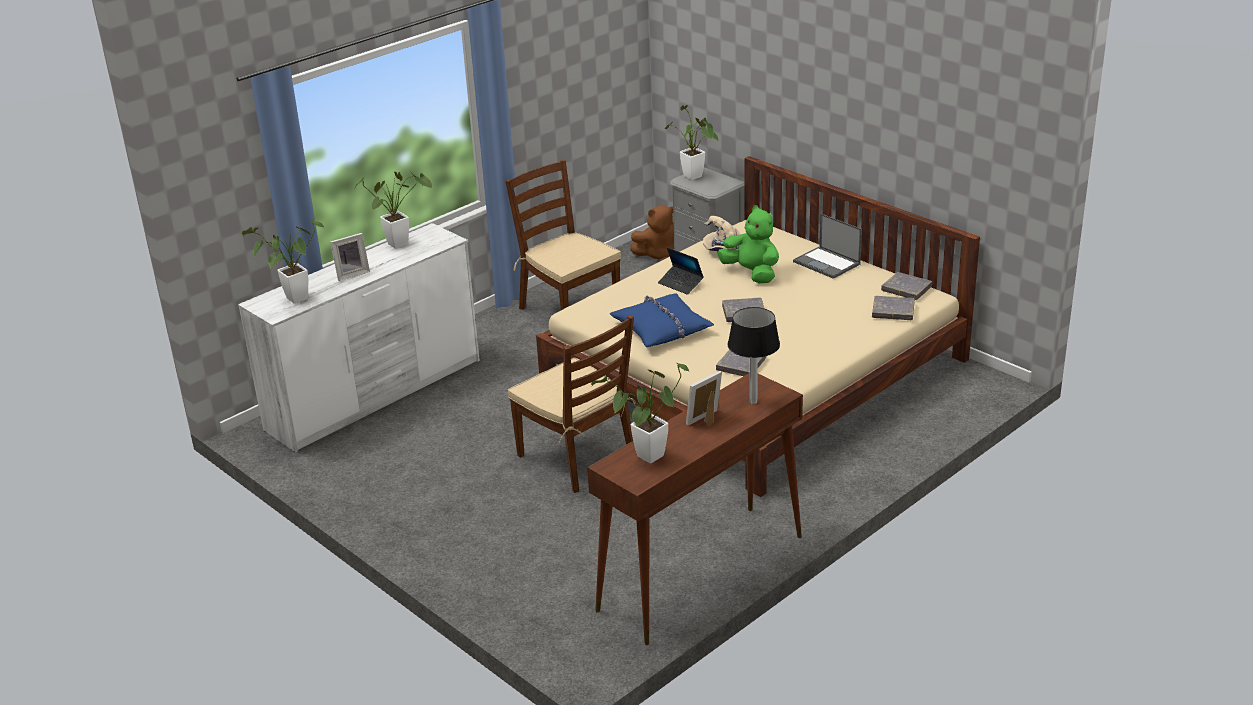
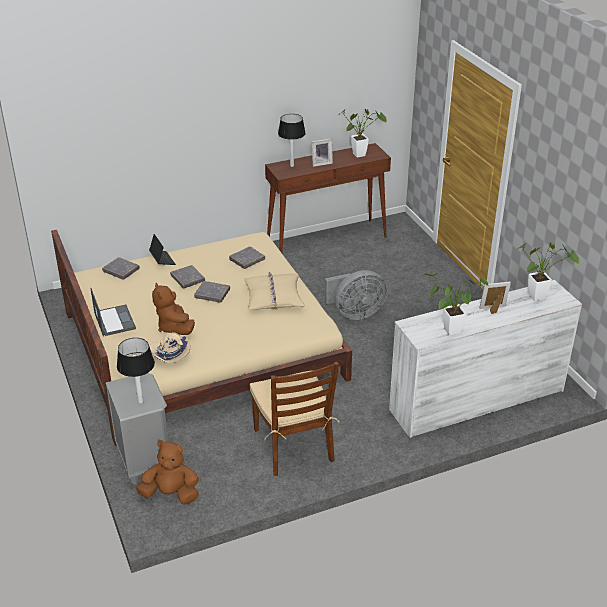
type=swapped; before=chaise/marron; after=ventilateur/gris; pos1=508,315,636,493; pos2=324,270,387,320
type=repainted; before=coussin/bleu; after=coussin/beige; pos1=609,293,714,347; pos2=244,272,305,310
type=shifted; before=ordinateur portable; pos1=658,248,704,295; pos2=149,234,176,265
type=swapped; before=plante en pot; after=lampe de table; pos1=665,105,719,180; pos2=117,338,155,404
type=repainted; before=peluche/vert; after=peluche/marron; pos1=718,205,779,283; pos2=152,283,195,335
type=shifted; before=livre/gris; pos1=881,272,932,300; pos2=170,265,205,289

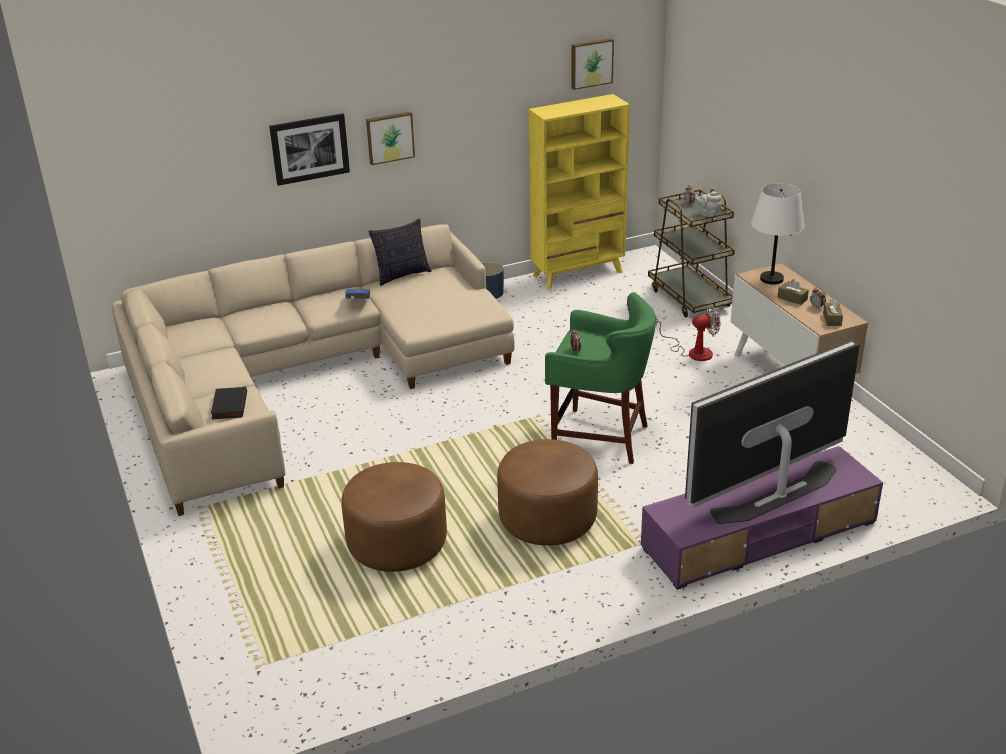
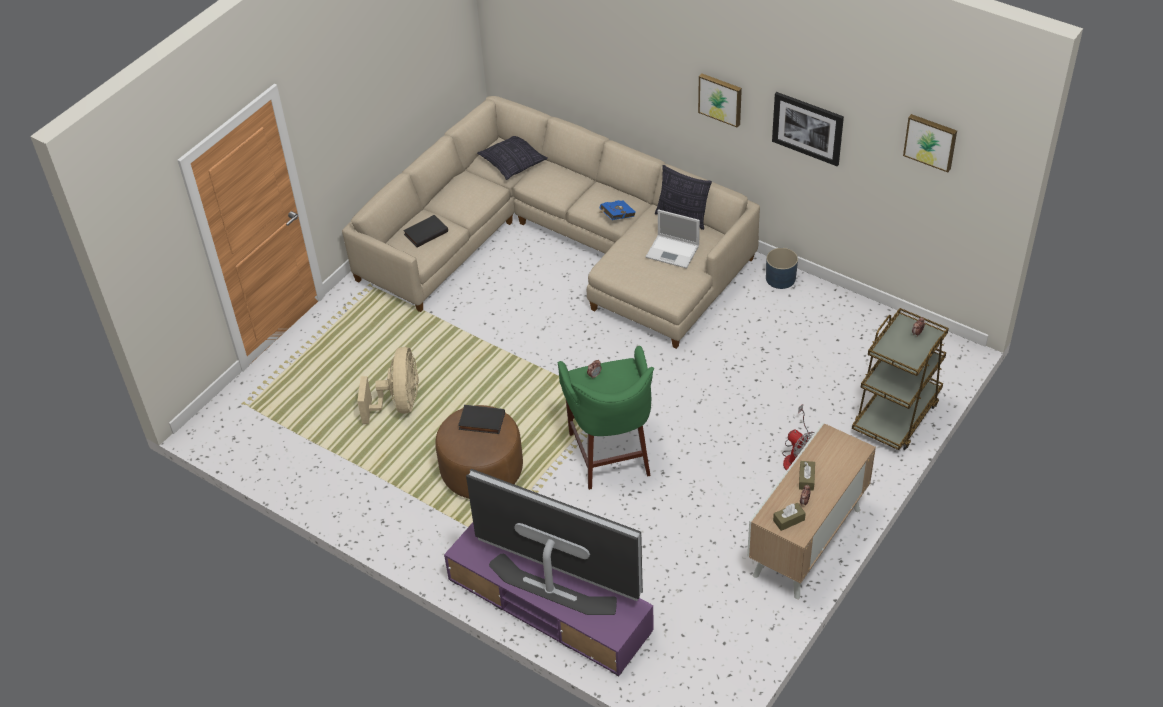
type=shifted; before=tableau; pos1=269,113,350,186; pos2=772,92,844,166
type=swapped; before=pouf/marron; after=ventilateur/beige; pos1=341,462,447,572; pos2=357,347,419,424
type=gone; before=bibliothèque/jaune; pos1=529,94,630,290
type=gone; before=théière/gris; pos1=695,191,722,218
type=gone; before=lampe de table/blanc; pos1=751,183,804,285
type=new; after=livre/noir; pos2=458,405,505,434
type=new; after=coussin; pos2=477,136,548,180
type=new; after=ordinateur portable; pos2=646,209,700,269

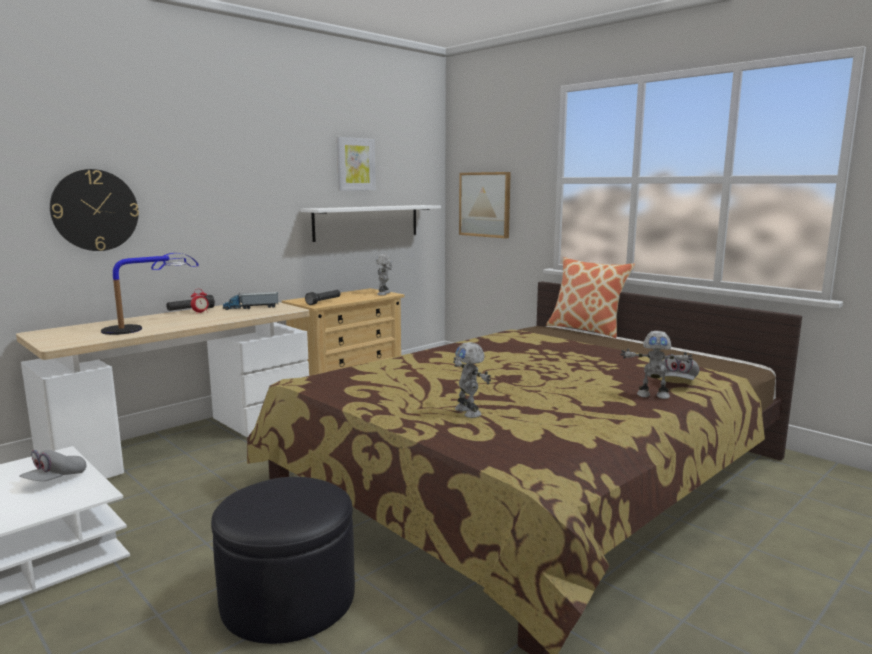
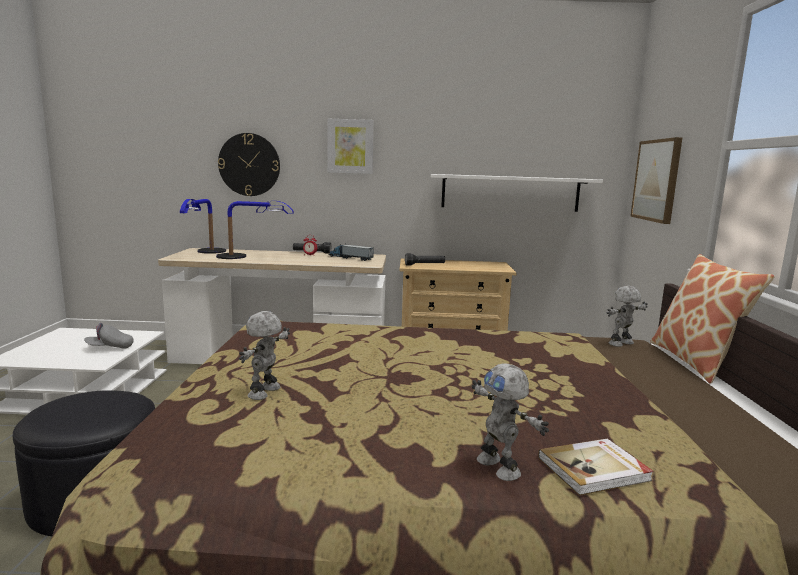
type=shifted; before=tableau; pos1=337,137,376,191; pos2=327,119,374,174
type=shifted; before=robot jouet; pos1=376,254,392,296; pos2=607,286,648,347
type=swapped; before=casquette/gris; after=livre; pos1=662,354,699,380; pos2=538,439,654,496
type=new; after=lampe de table; pos2=180,199,226,254

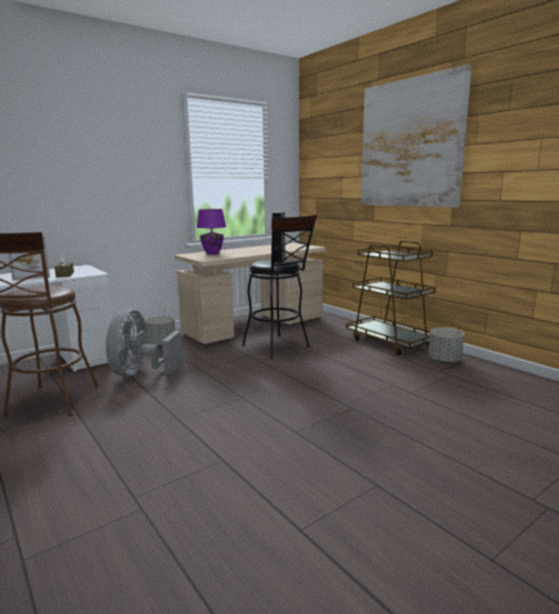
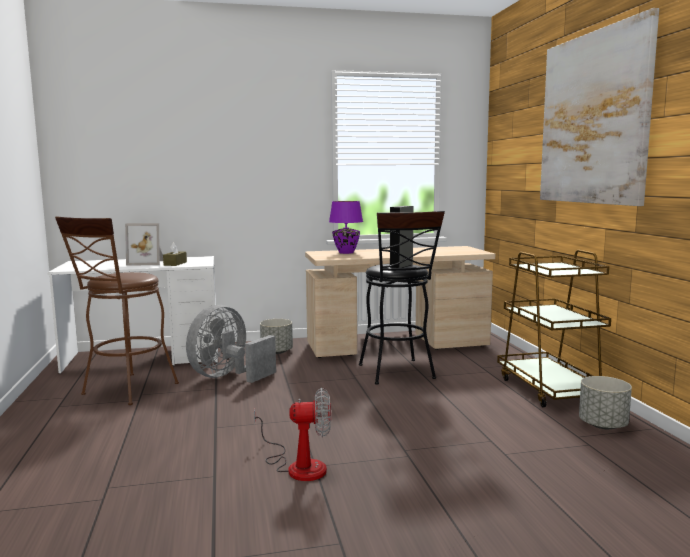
type=new; after=ventilateur; pos2=254,388,331,481

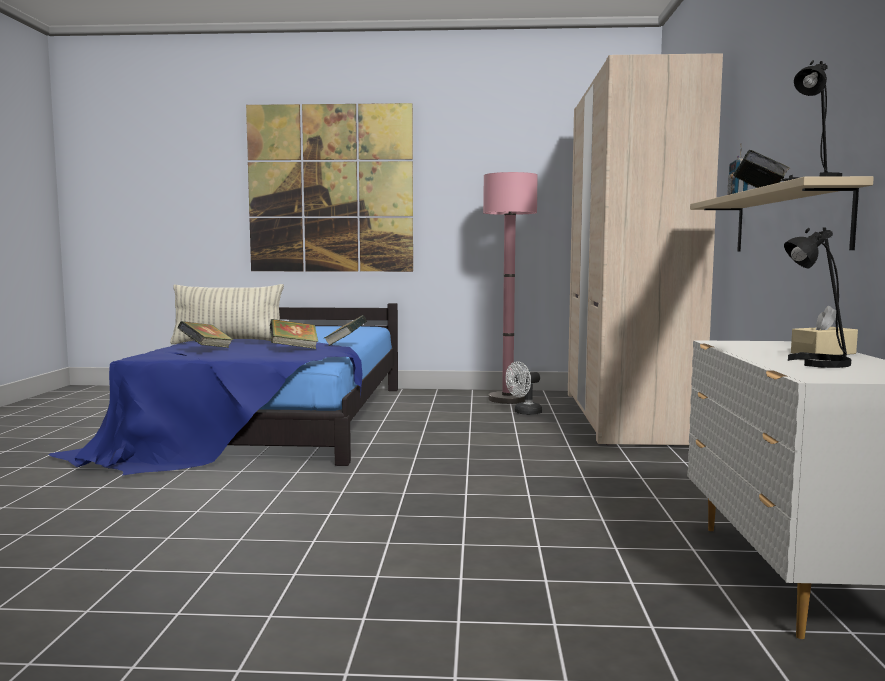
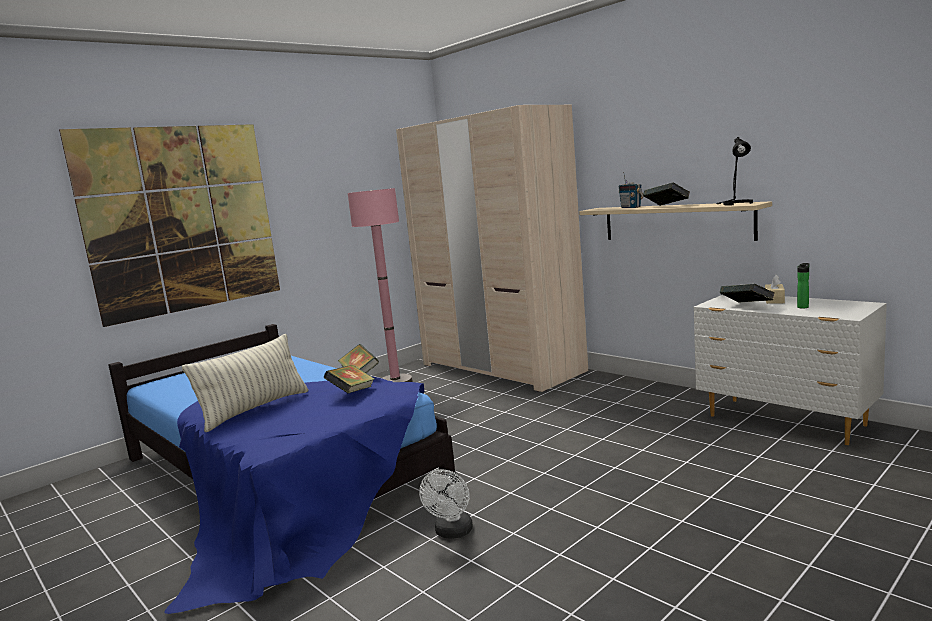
type=shifted; before=livre; pos1=178,321,233,348; pos2=720,284,774,303
type=shifted; before=ventilateur/blanc; pos1=506,361,542,415; pos2=419,469,473,539
type=swapped; before=lampe de table/noir; after=bouteille; pos1=784,228,851,368; pos2=797,263,810,309

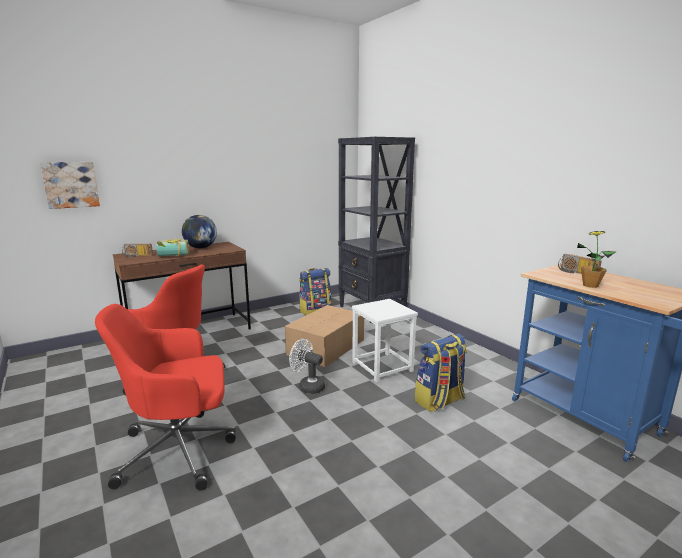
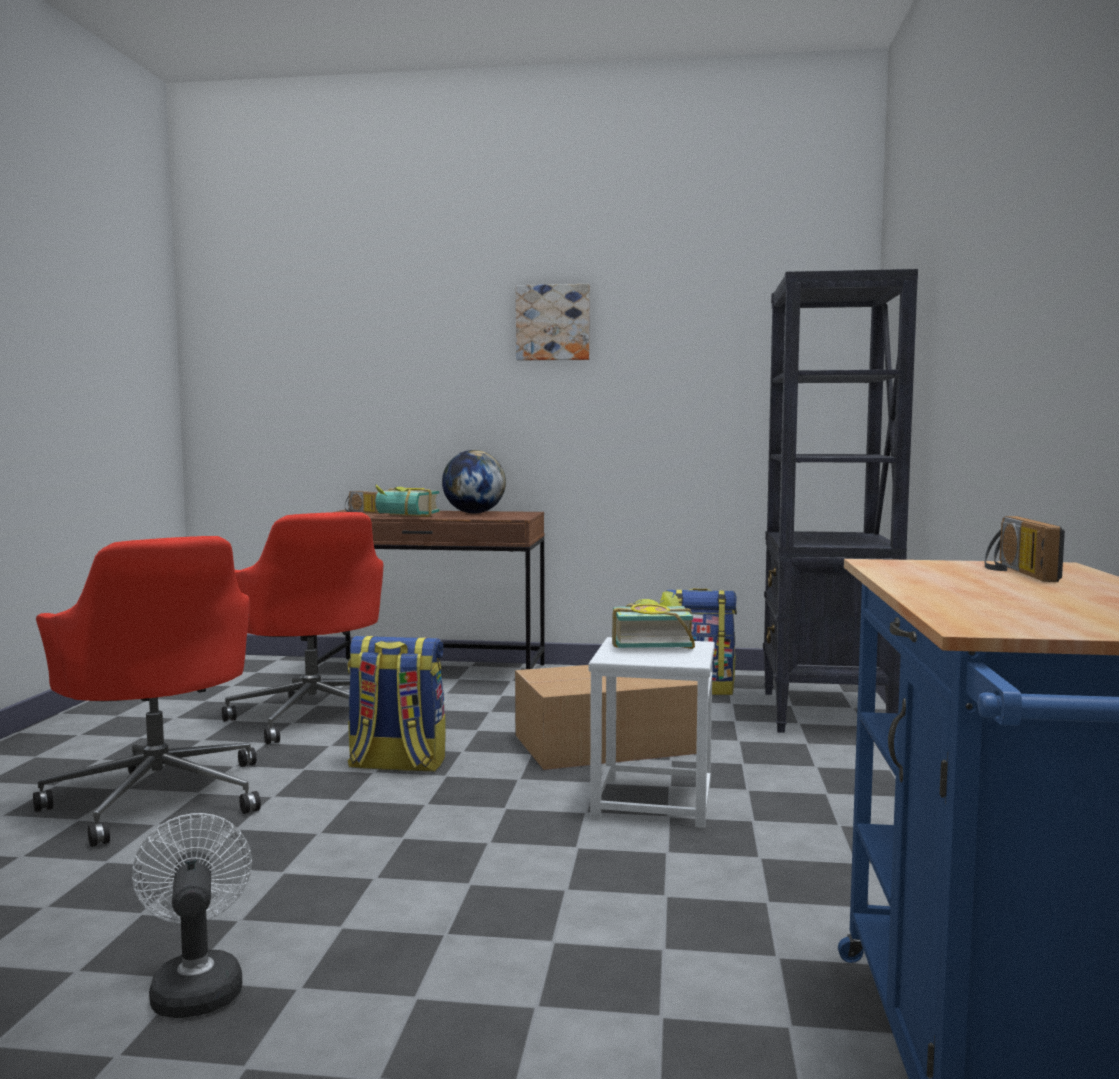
type=shifted; before=tableau; pos1=40,162,100,209; pos2=516,284,590,360
type=rotated; before=chaise de bureau/rouge; pos1=95,304,236,490; pos2=33,536,261,847; turn=-150
type=shifted; before=ventilateur/blanc; pos1=289,338,325,394; pos2=132,813,252,1018
type=shifted; before=sac à dos; pos1=415,334,467,412; pos2=348,636,446,771
type=gone; before=plante en pot; pos1=577,231,617,288
type=new; after=livre; pos2=612,591,695,649

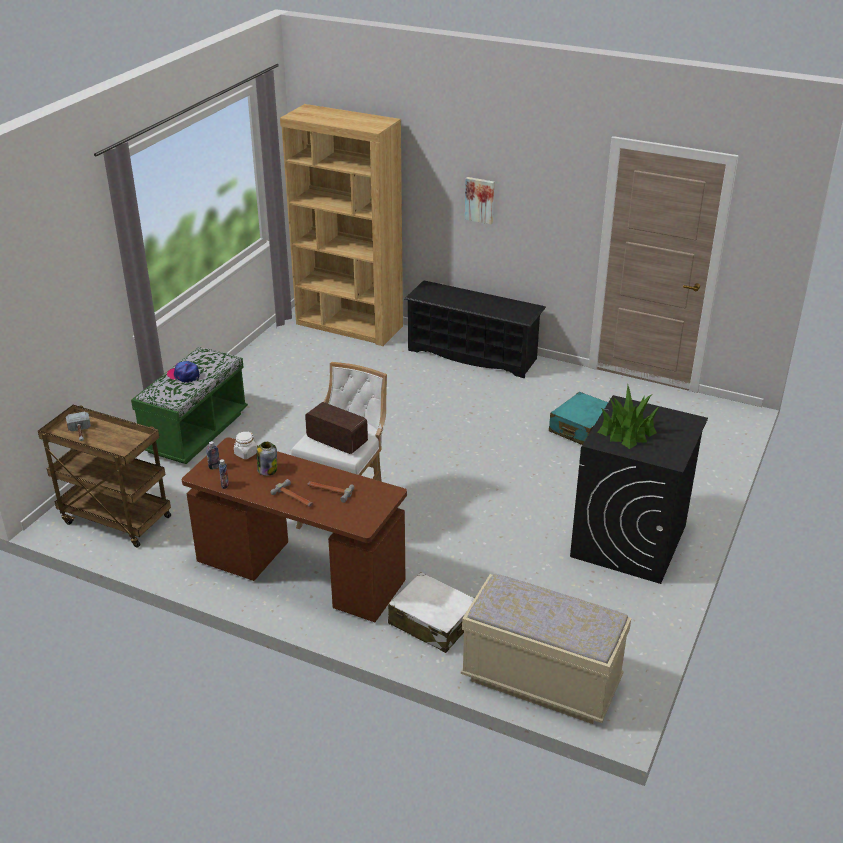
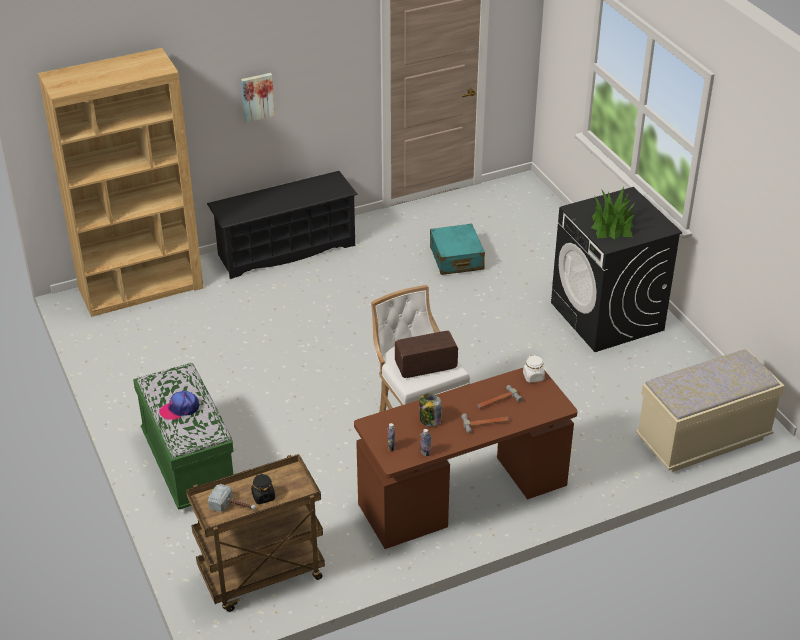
type=shifted; before=bocal/blanc; pos1=234,431,257,459; pos2=523,355,545,383
type=gone; before=valise/blanc; pos1=388,572,475,653
type=new; after=bocal/noir; pos2=251,473,275,504

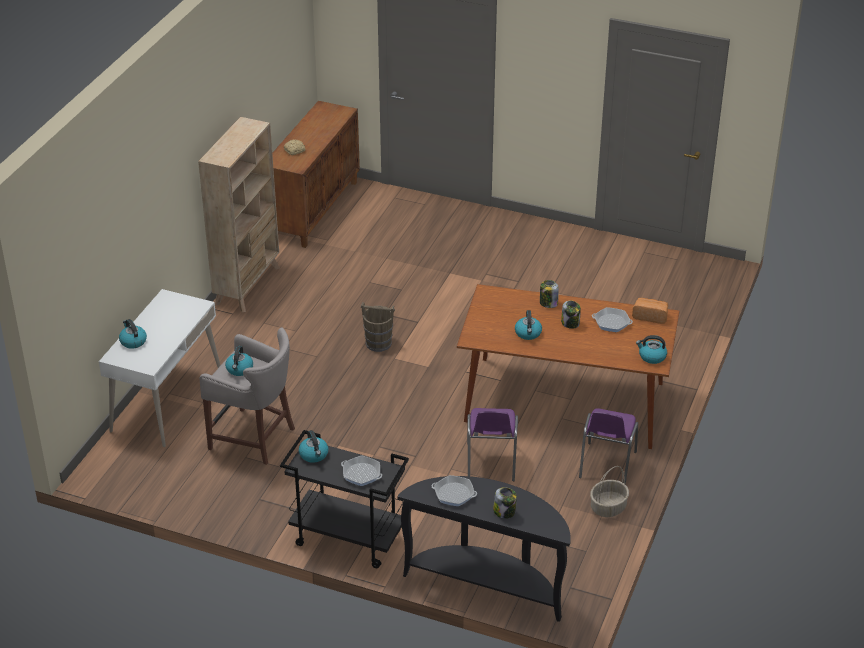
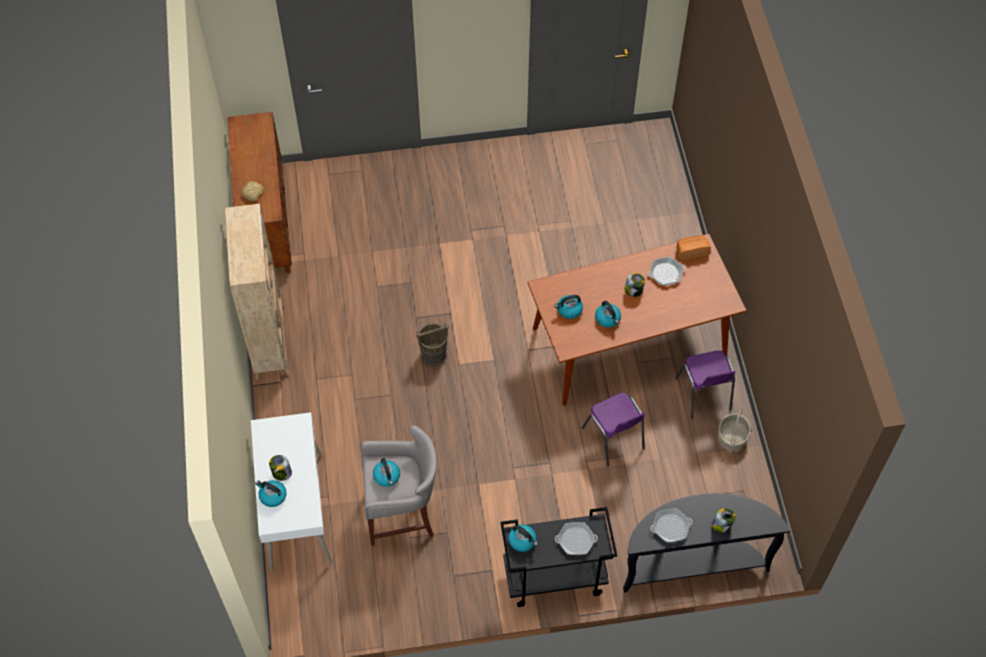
type=shifted; before=bocal; pos1=540,280,559,308; pos2=269,455,292,481
type=shifted; before=bouilloire; pos1=636,335,667,364; pos2=554,295,583,319

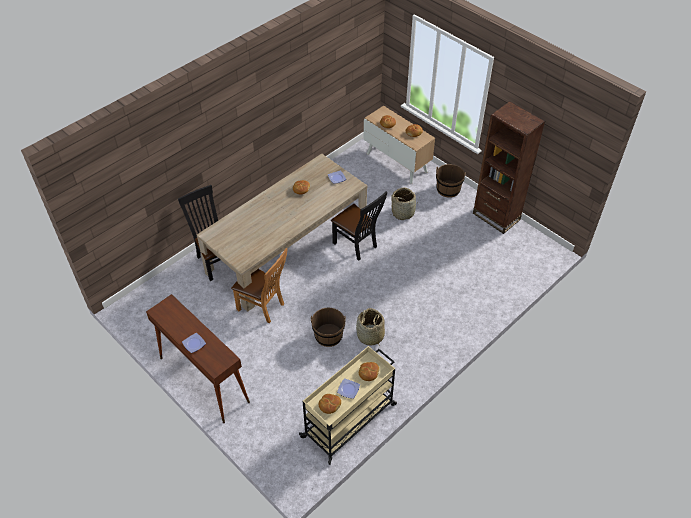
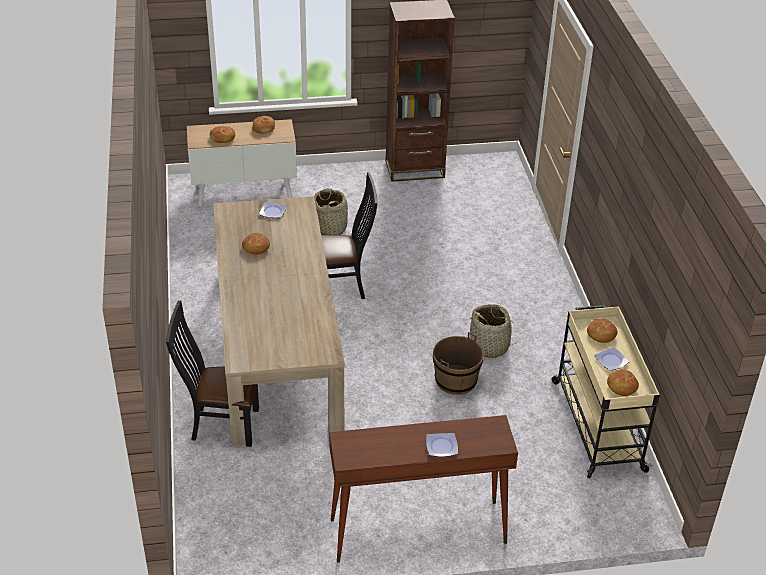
type=gone; before=chaise/marron; pos1=231,248,287,323
type=gone; before=seau/marron; pos1=436,164,466,198

